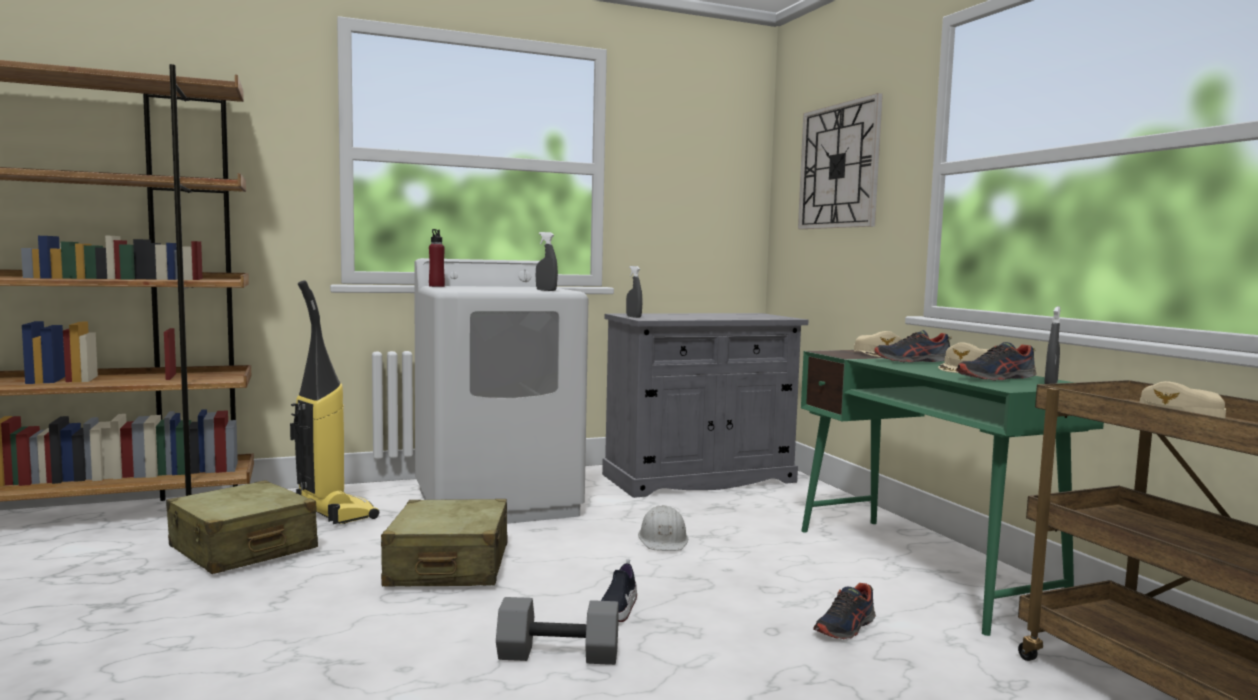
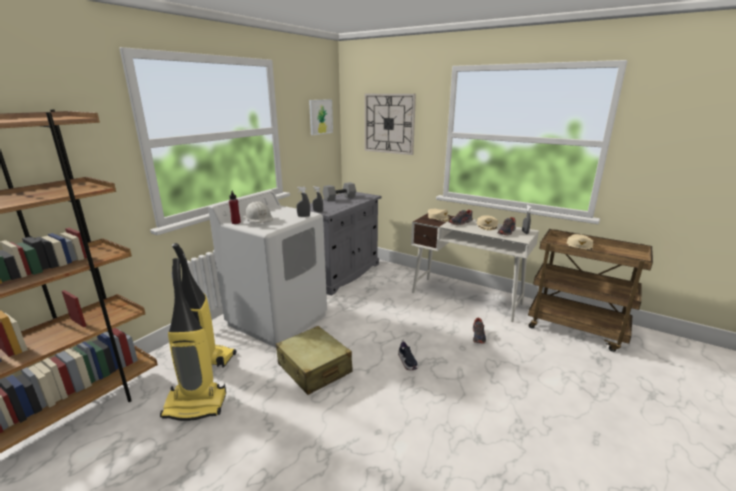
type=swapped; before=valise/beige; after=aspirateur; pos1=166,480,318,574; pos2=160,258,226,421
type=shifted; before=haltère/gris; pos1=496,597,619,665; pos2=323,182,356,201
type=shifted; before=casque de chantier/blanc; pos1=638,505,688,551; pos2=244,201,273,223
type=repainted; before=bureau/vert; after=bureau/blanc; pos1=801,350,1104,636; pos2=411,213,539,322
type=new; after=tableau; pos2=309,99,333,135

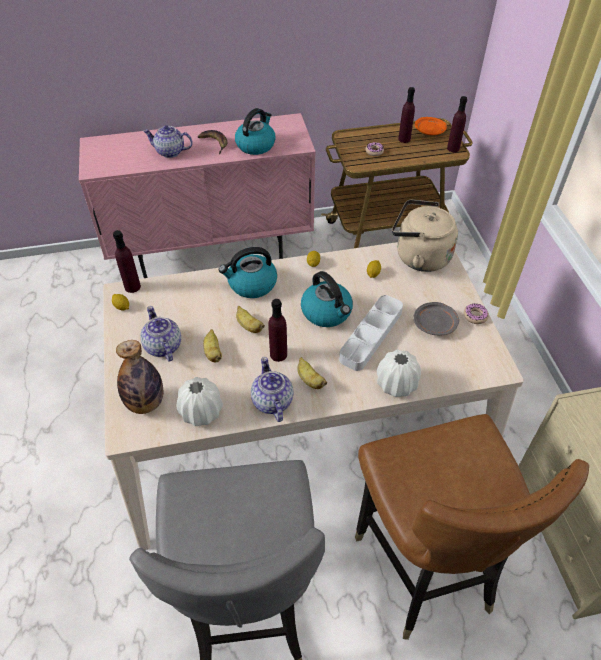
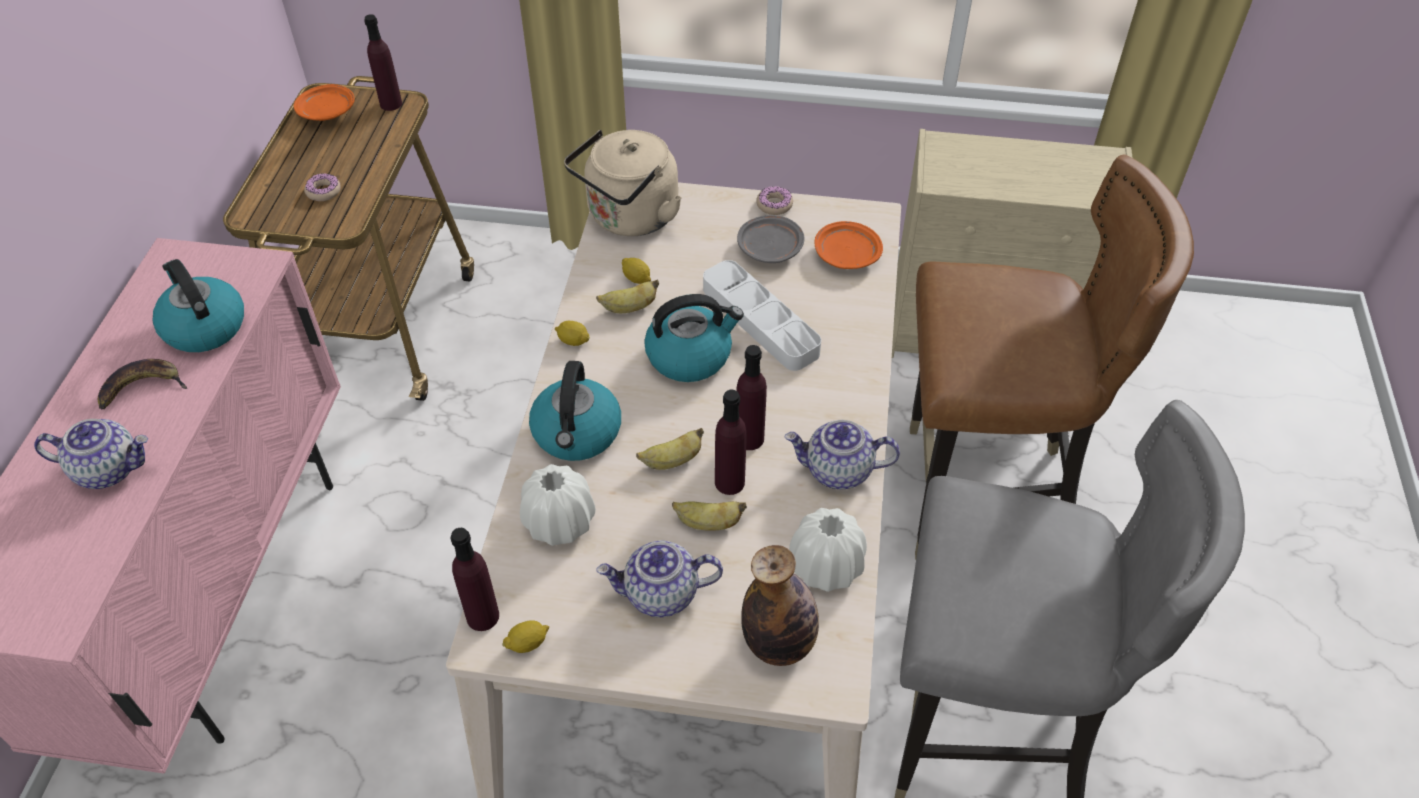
type=rotated; before=théière; pos1=143,125,193,158; pos2=34,419,148,489; turn=-120
type=shifted; before=banane; pos1=297,357,327,389; pos2=596,280,659,313
type=shifted; before=vase/blanc; pos1=377,350,421,397; pos2=520,464,596,546
type=shifted; before=bouteille/violet; pos1=398,87,415,143; pos2=715,390,746,495
type=new; after=assiette/orange; pos2=814,221,883,269

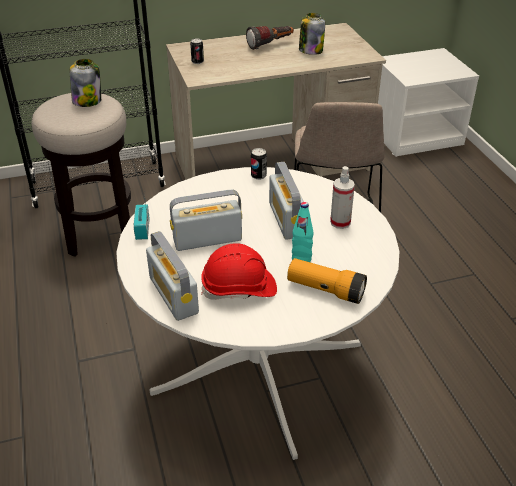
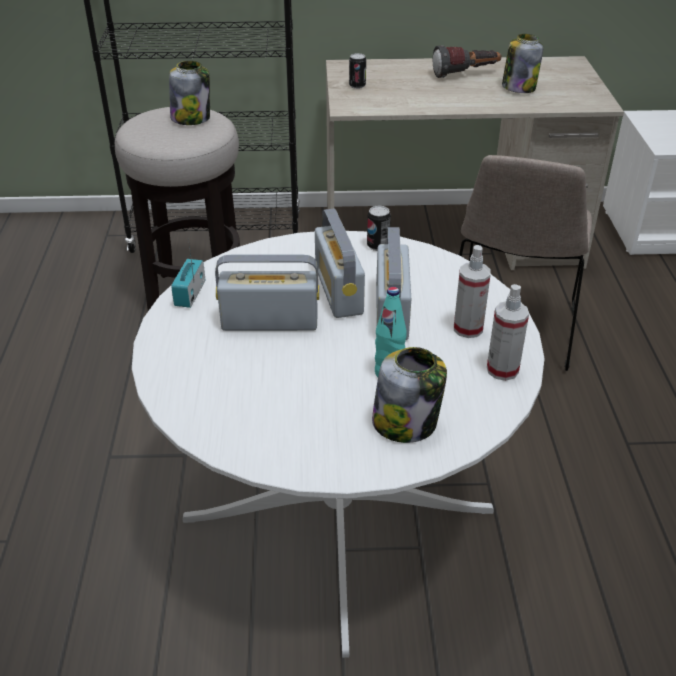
type=shifted; before=radio; pos1=146,231,199,321; pos2=315,208,365,318
type=gone; before=casque de chantier/rouge; pos1=201,243,277,300
type=swapped; before=lampe de poche; after=bocal; pos1=287,258,367,304; pos2=372,347,447,443
type=new; after=vaporisateur; pos2=487,284,529,381

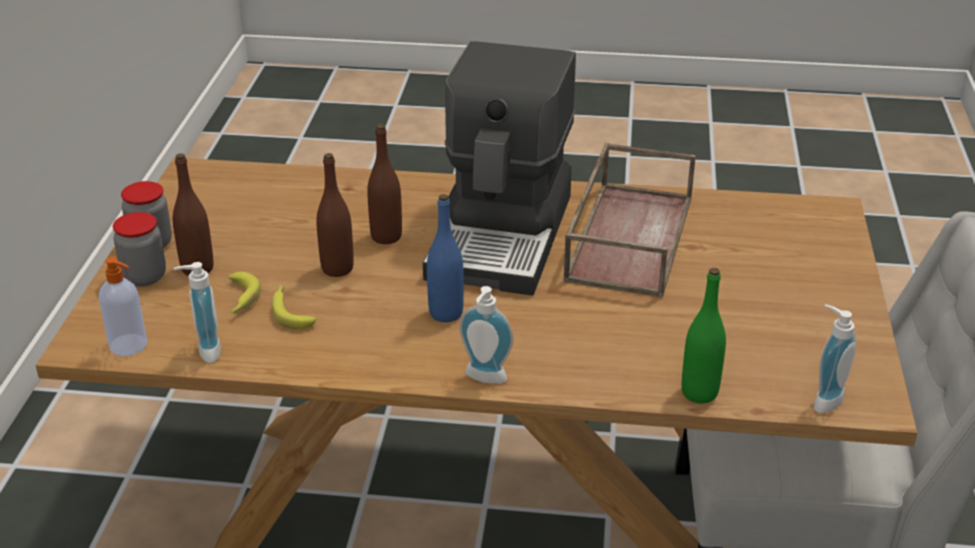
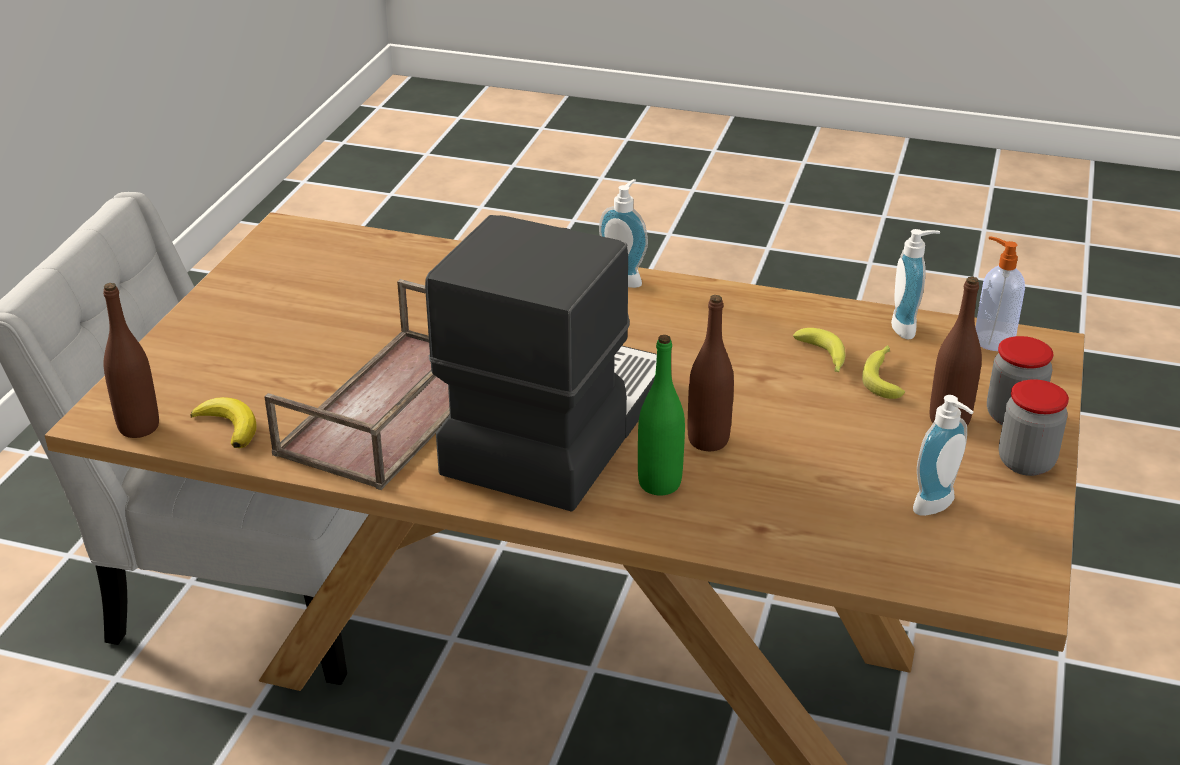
type=shifted; before=bouteille/marron; pos1=316,153,354,277; pos2=103,283,159,438
type=gone; before=bouteille/bleu; pos1=427,194,464,322
type=shifted; before=bouteille/vert; pos1=682,268,726,403; pos2=638,335,685,496
type=shifted; before=distributeur de savon; pos1=814,304,856,413; pos2=913,395,973,516
type=new; after=banane; pos2=190,397,256,448

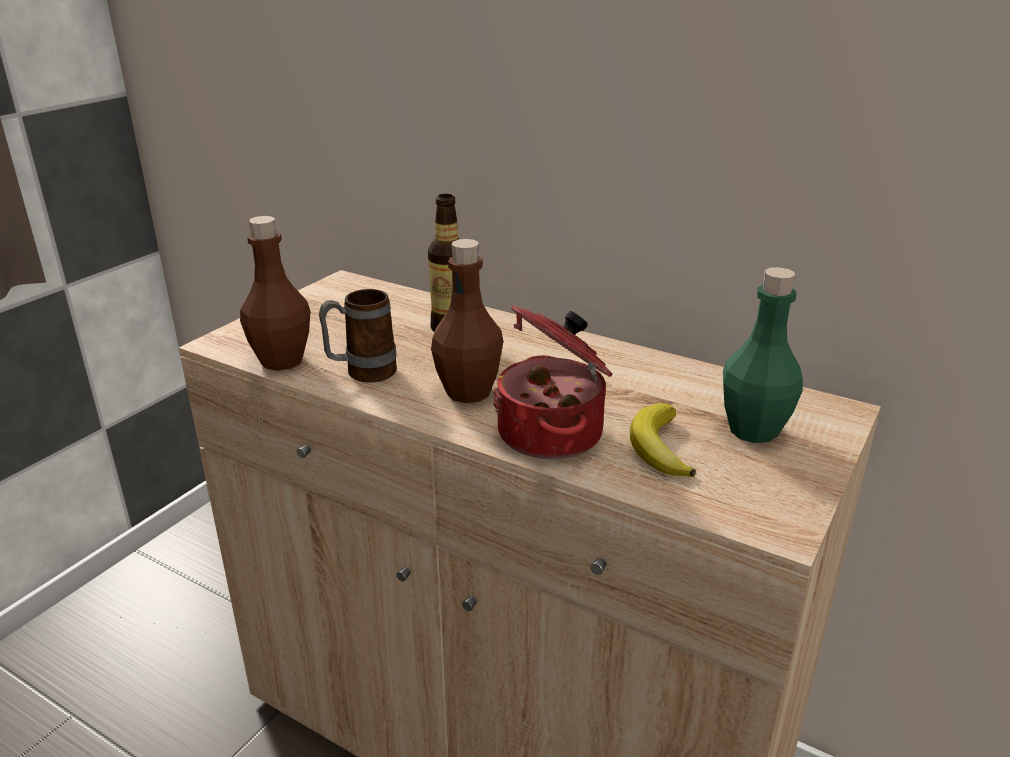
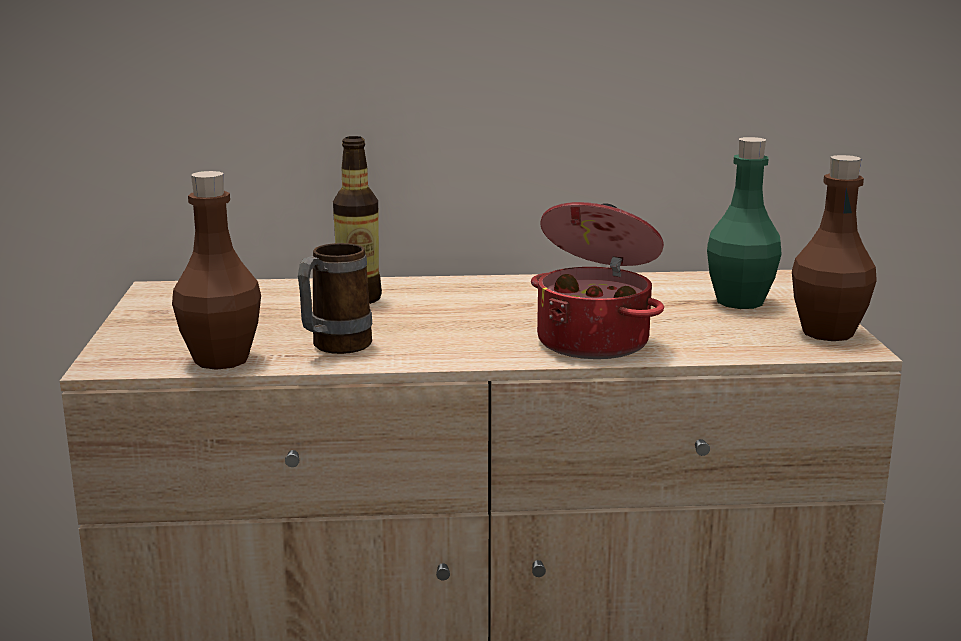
type=shifted; before=bouteille/marron; pos1=431,239,503,403; pos2=792,155,877,341
type=gone; before=banane; pos1=630,403,696,477

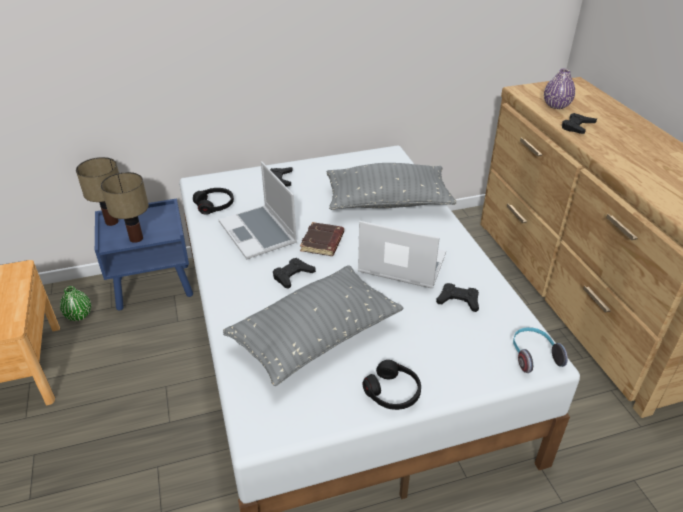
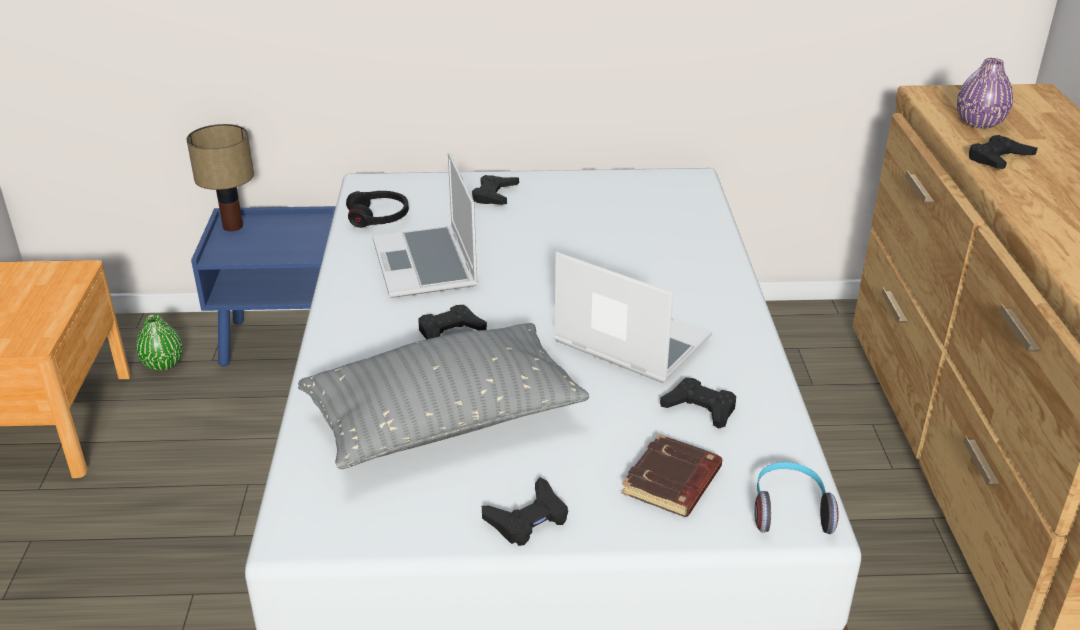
type=gone; before=lampe de table; pos1=101,172,149,243
type=shifted; before=livre/marron; pos1=300,222,344,256; pos2=622,434,722,517
type=gone; before=coussin/gris; pos1=327,163,456,210
type=swapped; before=casque audio/noir; after=manette/noir; pos1=362,360,421,410; pos2=482,477,568,546

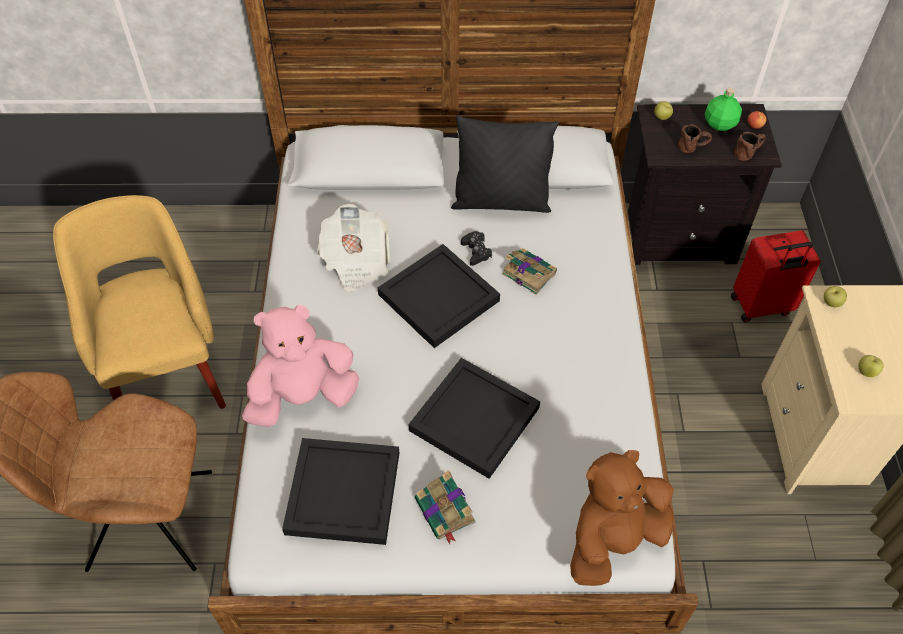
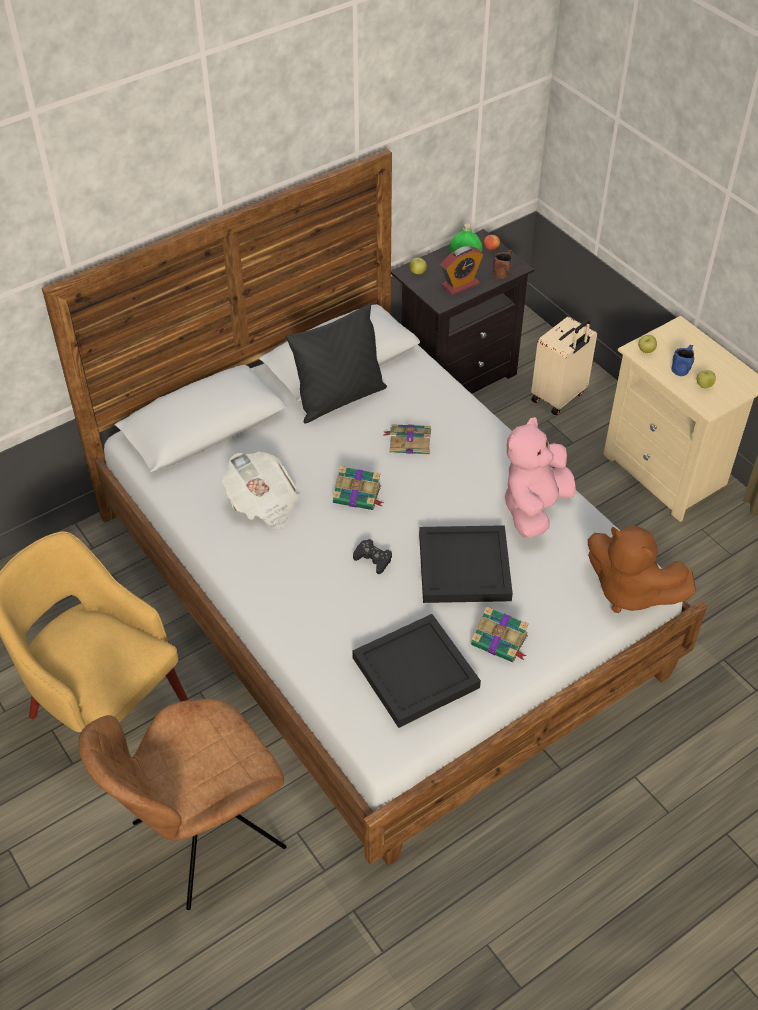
type=shifted; before=peluche/rose; pos1=242,305,359,427; pos2=505,417,576,538
type=swapped; before=plateau/noir; after=livre; pos1=378,244,500,348; pos2=333,466,384,510
type=shifted; before=manette/noir; pos1=461,231,492,266; pos2=353,539,392,574
type=rotated; before=peluche/marron; pos1=570,450,674,586; pos2=588,525,696,613; turn=-75
type=swapped; before=mug/marron; after=réveil; pos1=678,124,712,153; pos2=441,246,483,295
type=repainted; before=valise/rouge; after=valise/beige; pos1=731,230,821,322; pos2=531,316,597,415
type=new; after=mug/bleu; pos2=671,345,694,376

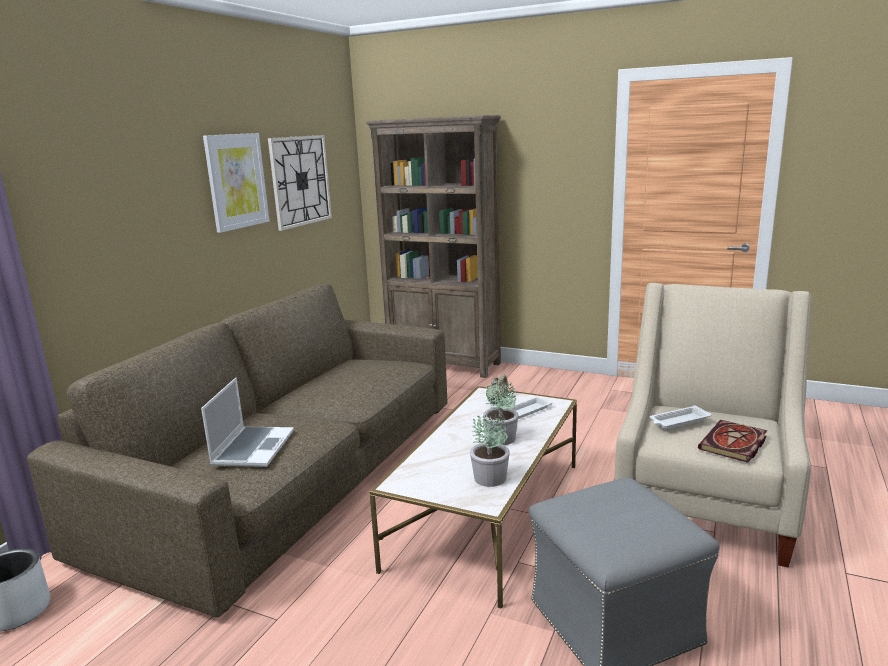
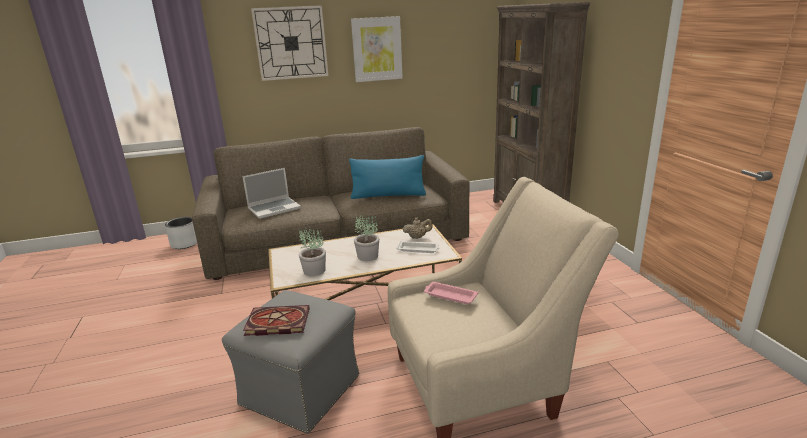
type=shifted; before=horloge murale; pos1=268,135,332,231; pos2=251,5,329,81
type=repainted; before=plateau/blanc; after=plateau/rose; pos1=649,405,712,429; pos2=424,282,478,304
type=shifted; before=livre; pos1=698,420,767,463; pos2=243,305,309,336
type=new; after=coussin/bleu; pos2=349,155,426,199

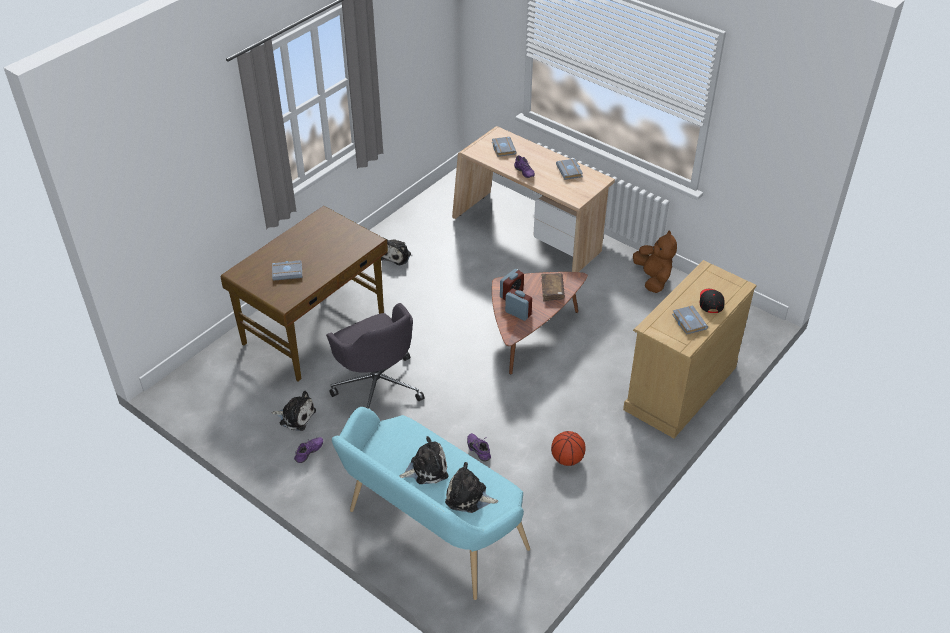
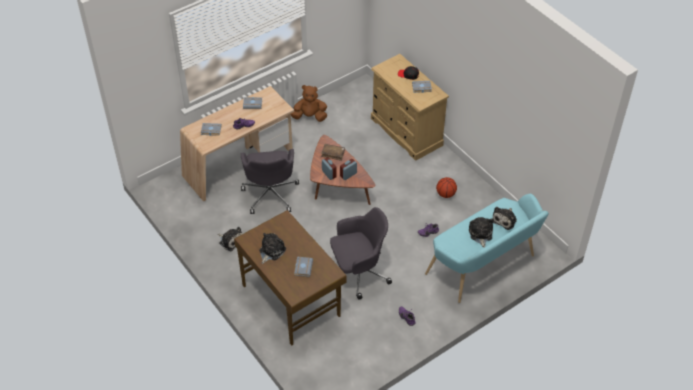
type=shifted; before=peluche; pos1=272,391,316,431; pos2=259,233,286,264
type=new; after=chaise de bureau/gris; pos2=241,149,299,214

